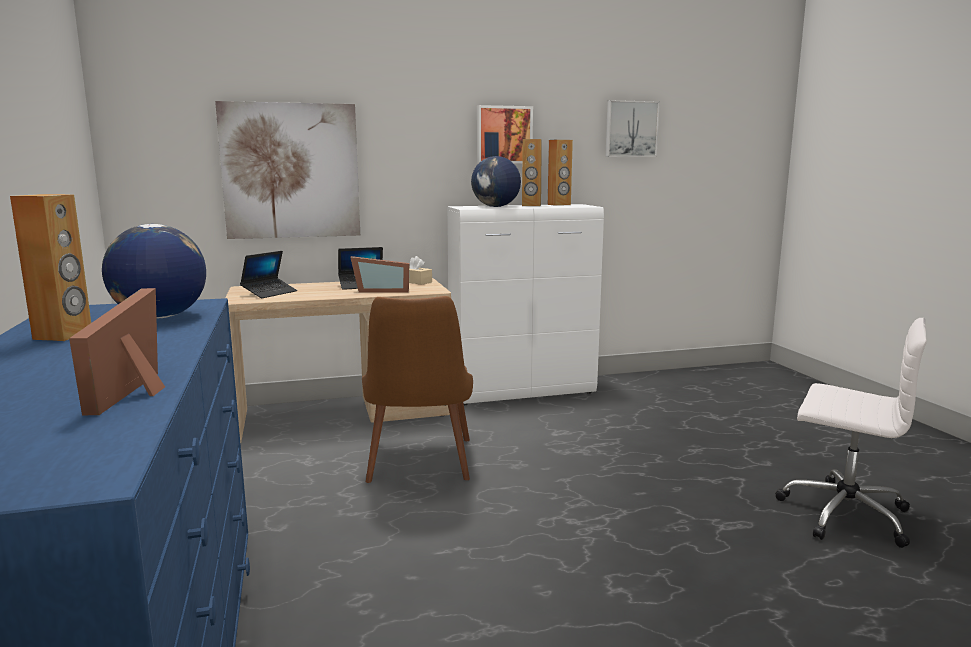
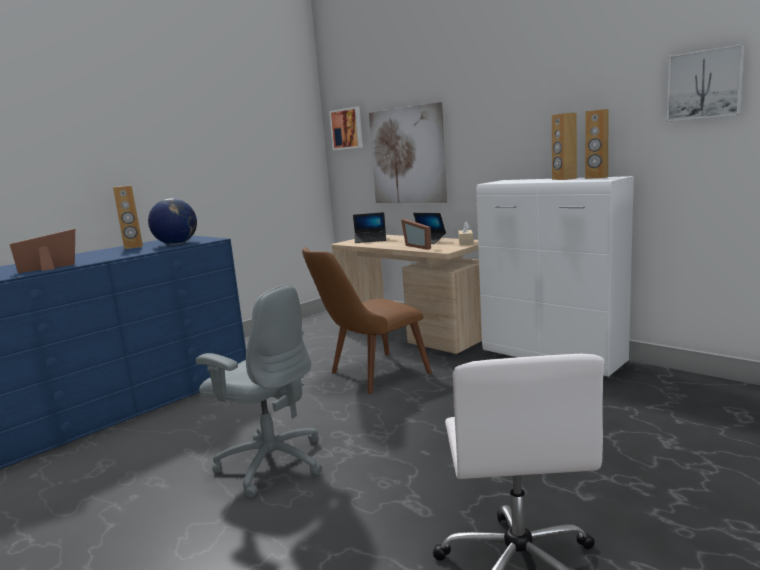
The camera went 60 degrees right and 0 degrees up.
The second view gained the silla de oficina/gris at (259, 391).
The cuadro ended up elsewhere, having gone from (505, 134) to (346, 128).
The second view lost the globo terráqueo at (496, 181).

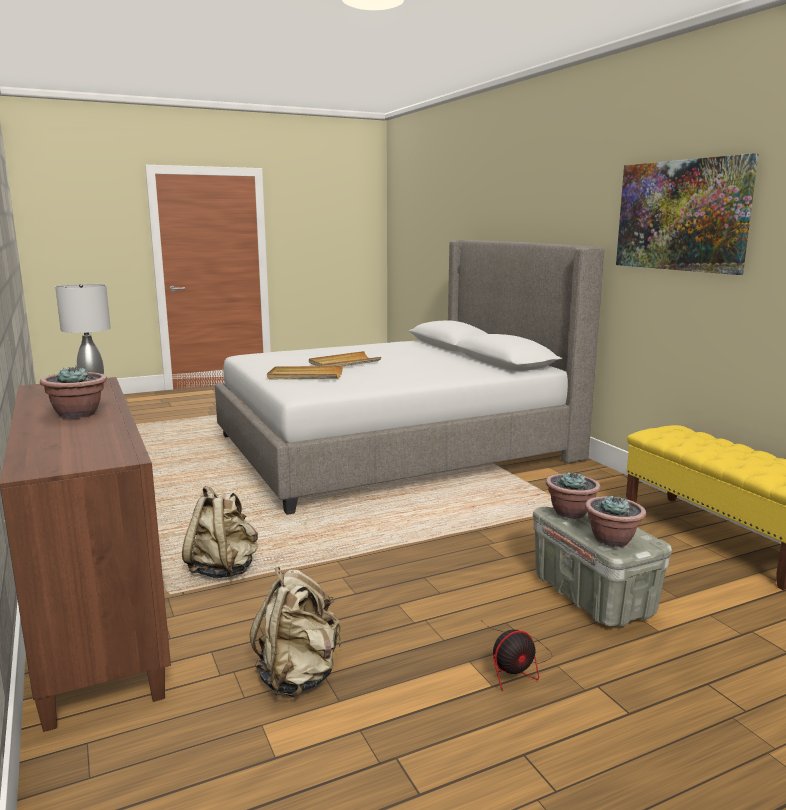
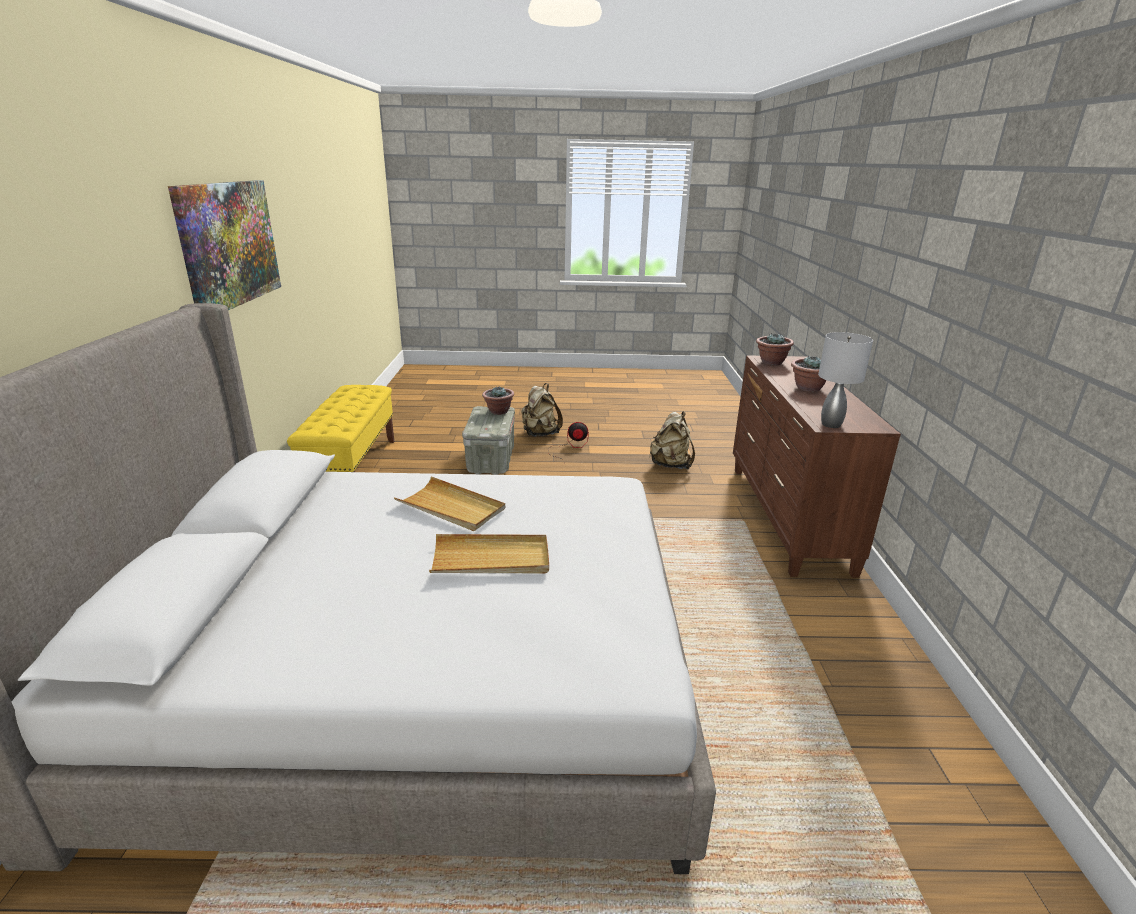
The camera went 155 degrees left and 10 degrees up.
The bandeja/beis ended up elsewhere, having gone from (305, 372) to (449, 503).
The mochila/beis ended up elsewhere, having gone from (220, 532) to (542, 410).
The planta en maceta ended up elsewhere, having gone from (573, 495) to (775, 349).

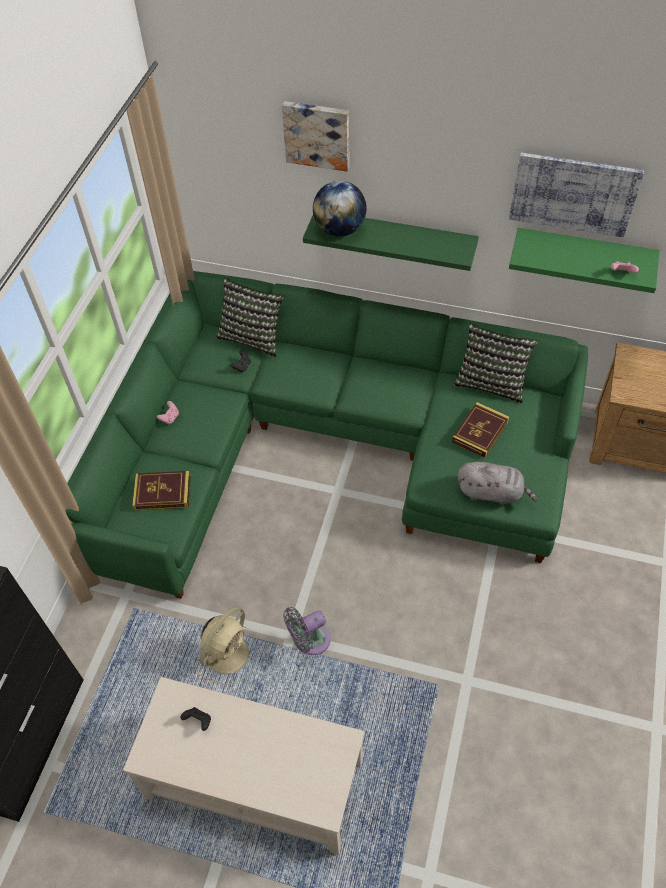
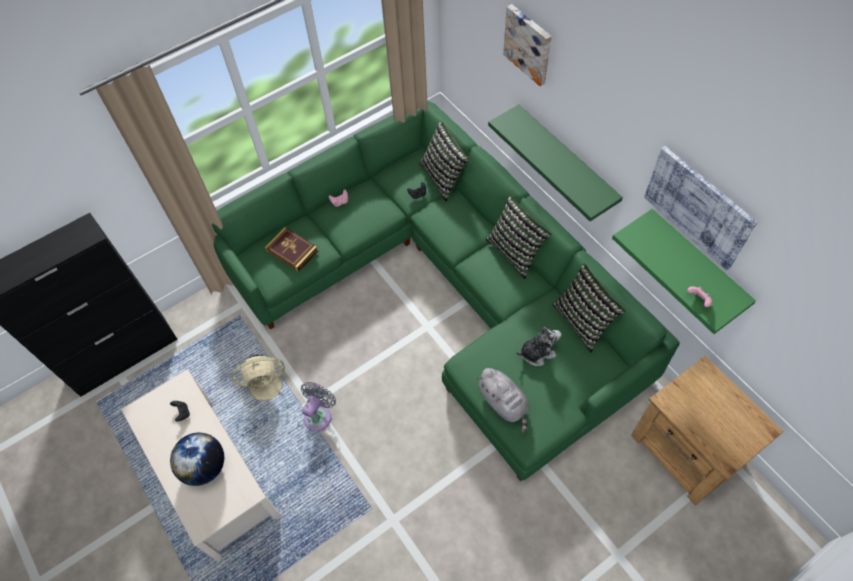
The camera went 40 degrees right and 5 degrees up.
The globo terráqueo ended up elsewhere, having gone from (340, 209) to (197, 459).
The ventilador/gris at (307, 631) ended up facing another way, 105 degrees clockwise from before.
The second view gained the cojín at (519, 237).
Where the libro stood at (480, 430), the peluche came to stand at (538, 346).

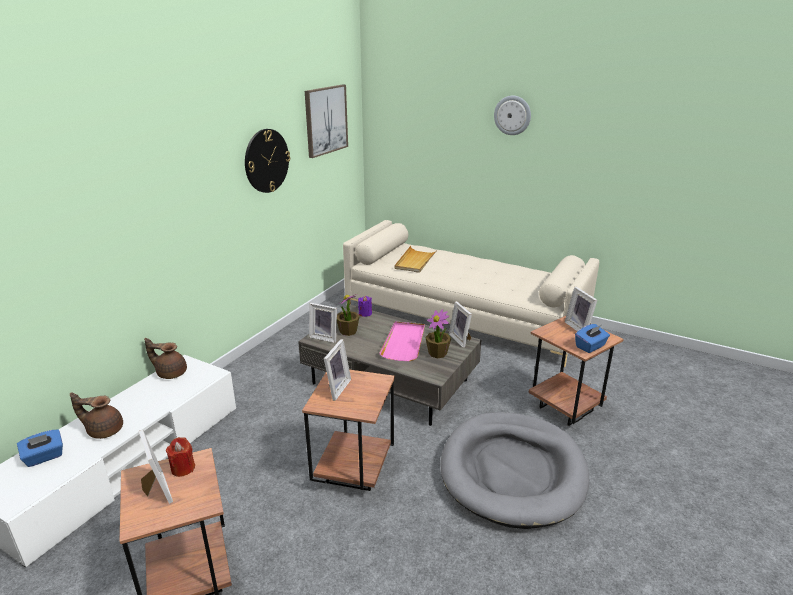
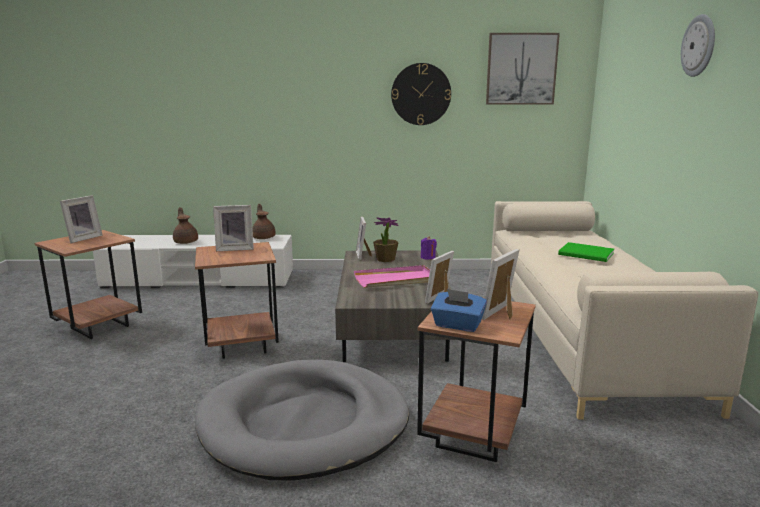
The camera went 60 degrees right and 10 degrees down.
The second view gained the libro/verde at (586, 252).
The second view lost the caja de pañuelos/azul at (40, 448).
The second view lost the vela/rojo at (180, 457).
The second view lost the bandeja/beis at (416, 259).
The second view lost the planta en maceta at (438, 333).

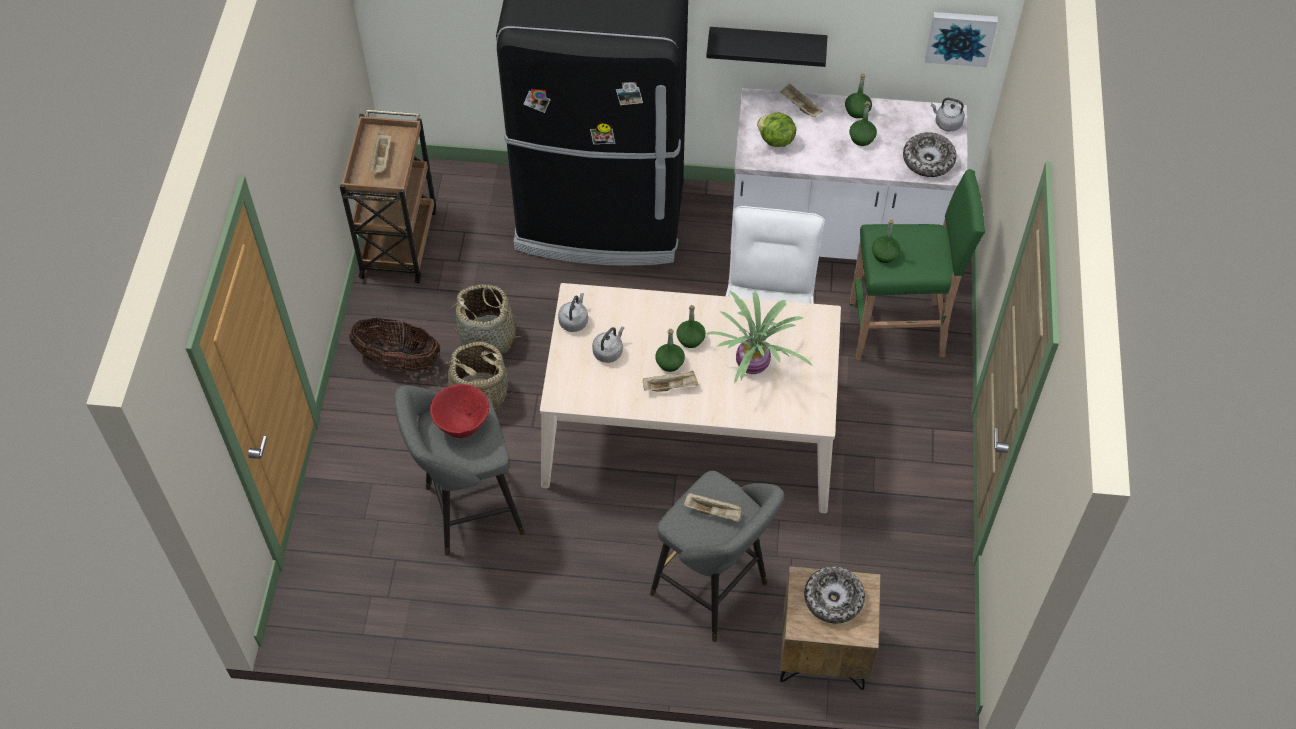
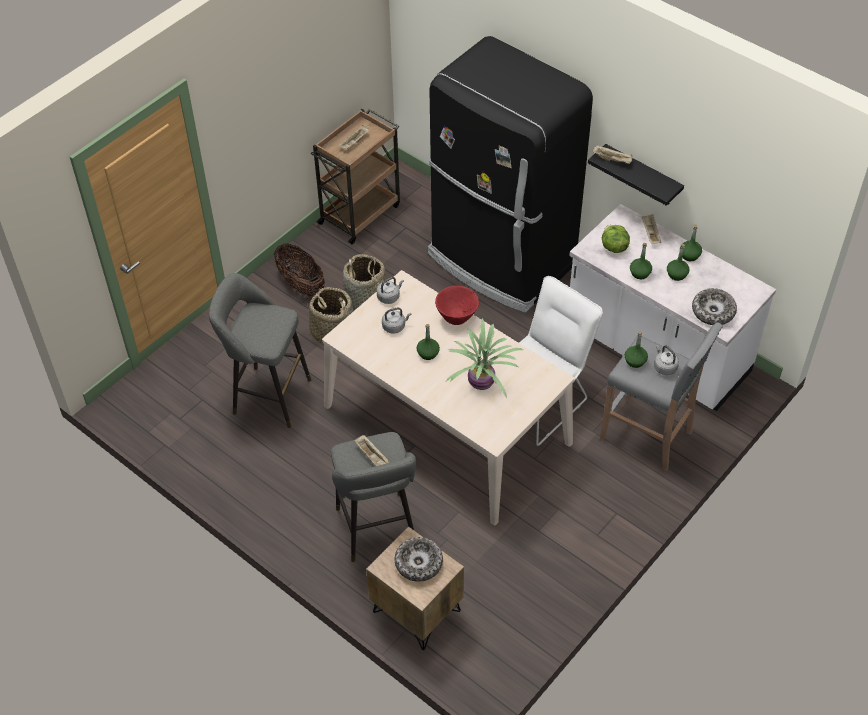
The camera went 35 degrees right and 5 degrees down.
The cuenco/rojo ended up elsewhere, having gone from (460, 411) to (457, 305).
The bandeja/beis ended up elsewhere, having gone from (670, 381) to (612, 154).
What was the taburete/verde at (917, 264) turned into the taburete/gris at (661, 397).
The botella/verde ended up elsewhere, having gone from (691, 326) to (641, 261).
The hervidor/gris ended up elsewhere, having gone from (948, 114) to (666, 360).
The second view lost the cuadro at (961, 39).

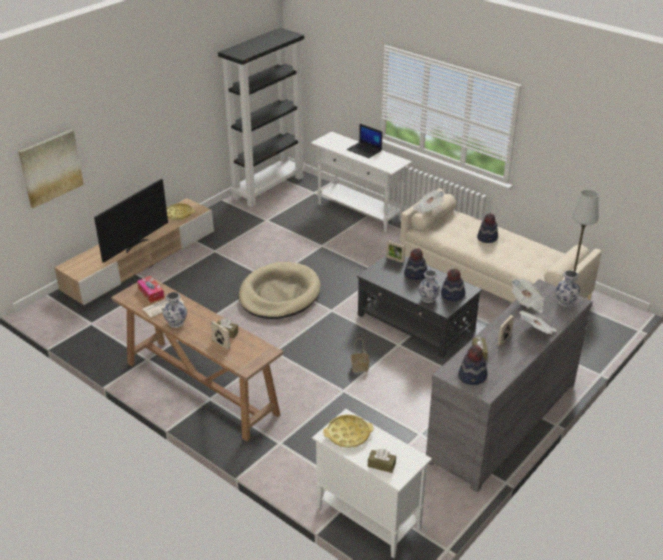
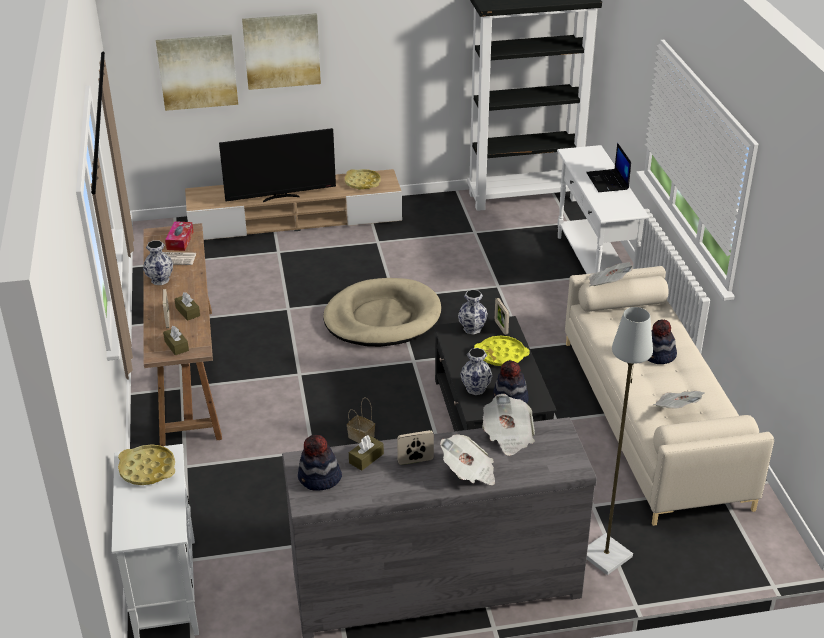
The camera went 40 degrees right and 0 degrees up.
The caja de pañuelos/marrón ended up elsewhere, having gone from (382, 461) to (176, 340).
The second view gained the cuadro at (281, 51).
The florero ended up elsewhere, having gone from (567, 288) to (473, 312).
Where the sombrero stood at (415, 264), the bandeja/amarillo came to stand at (502, 351).
The second view gained the periódico at (679, 400).

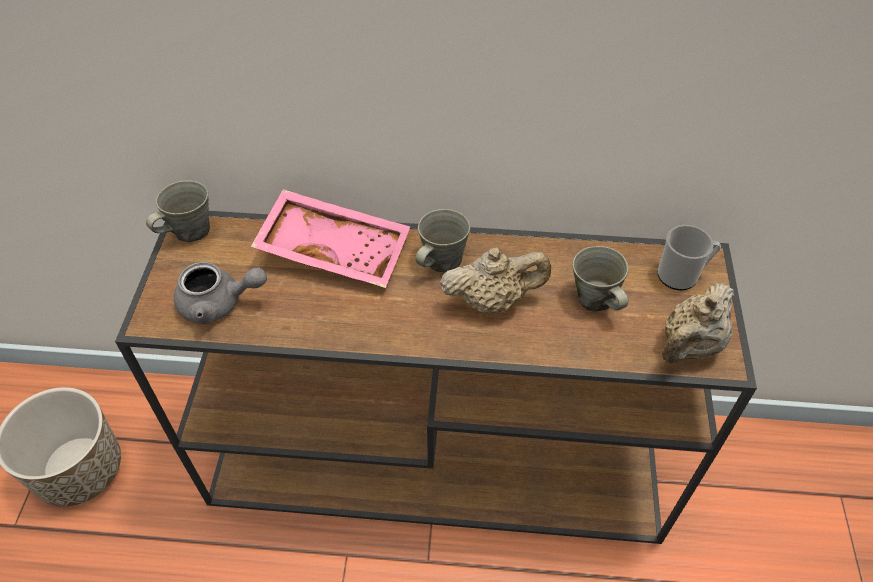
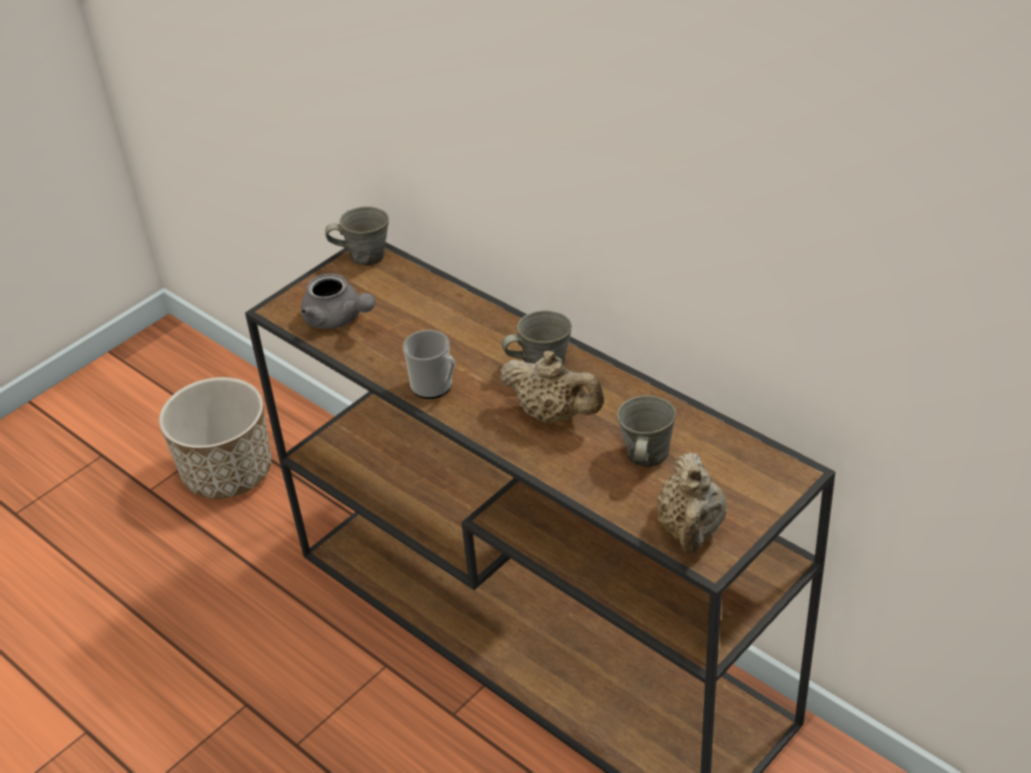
The camera went 40 degrees right and 10 degrees down.
The taza grande ended up elsewhere, having gone from (689, 257) to (429, 364).
The tetera/beis at (698, 323) ended up facing another way, 75 degrees counterclockwise from before.
The second view lost the bandeja/rosa at (330, 238).

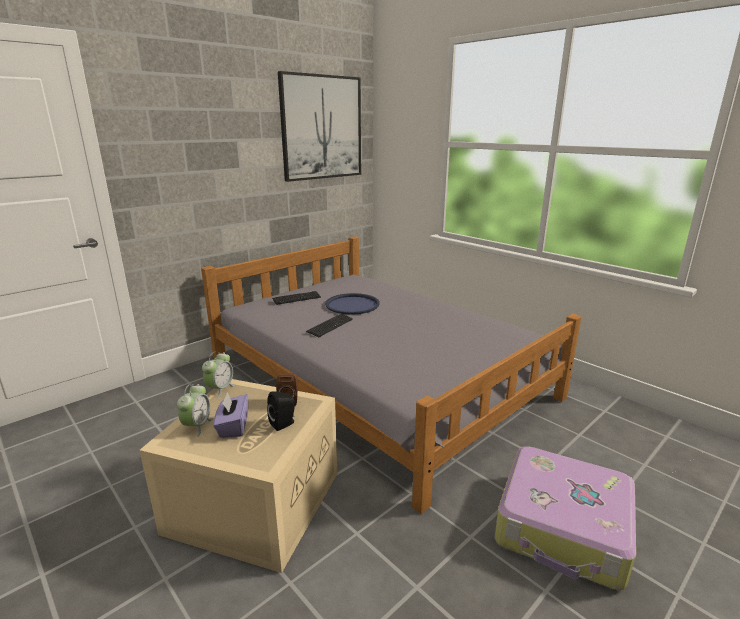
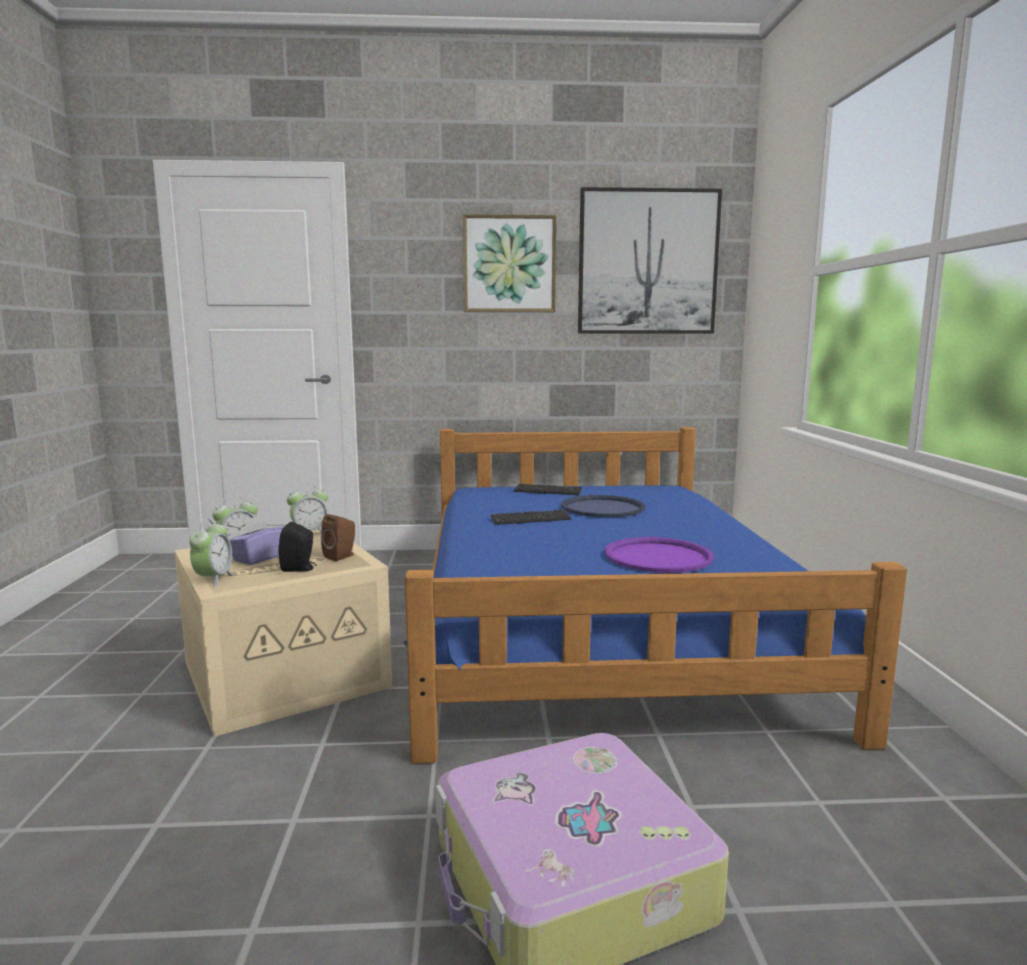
The camera went 40 degrees right and 10 degrees down.
The second view gained the despertador at (212, 553).
What was the cama/gris at (391, 375) turned into the cama/azul at (655, 595).
The second view gained the cuadro at (509, 263).
The second view gained the bandeja/morado at (659, 555).

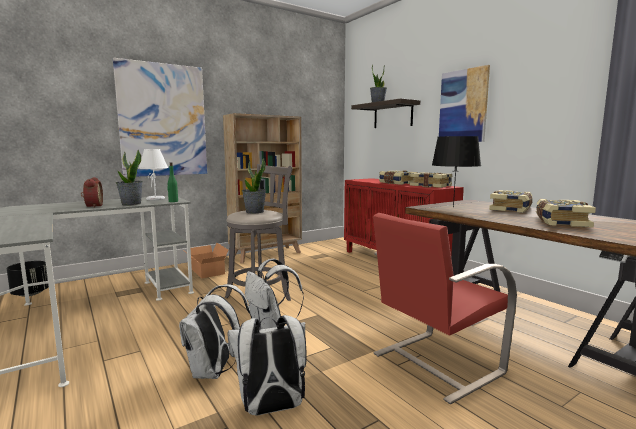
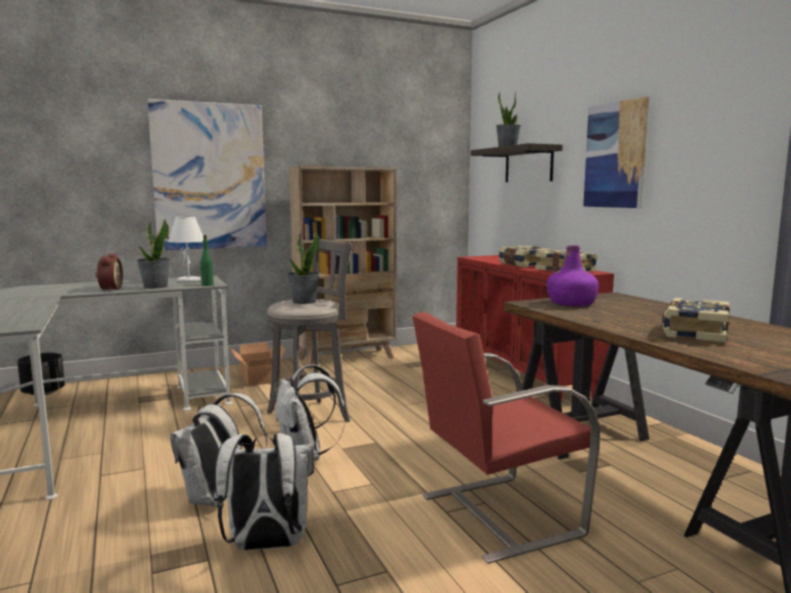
The camera went 10 degrees right and 0 degrees up.
Where the lámpara de mesa/negro stood at (456, 171), the botella/morado came to stand at (572, 275).
The second view lost the libro at (511, 201).

